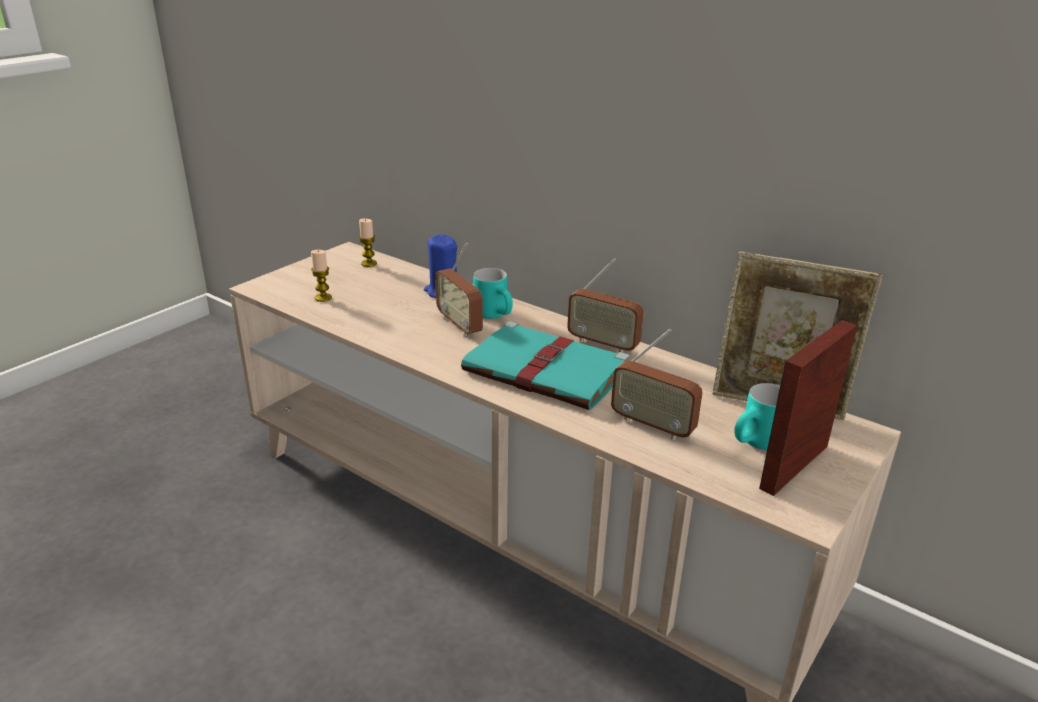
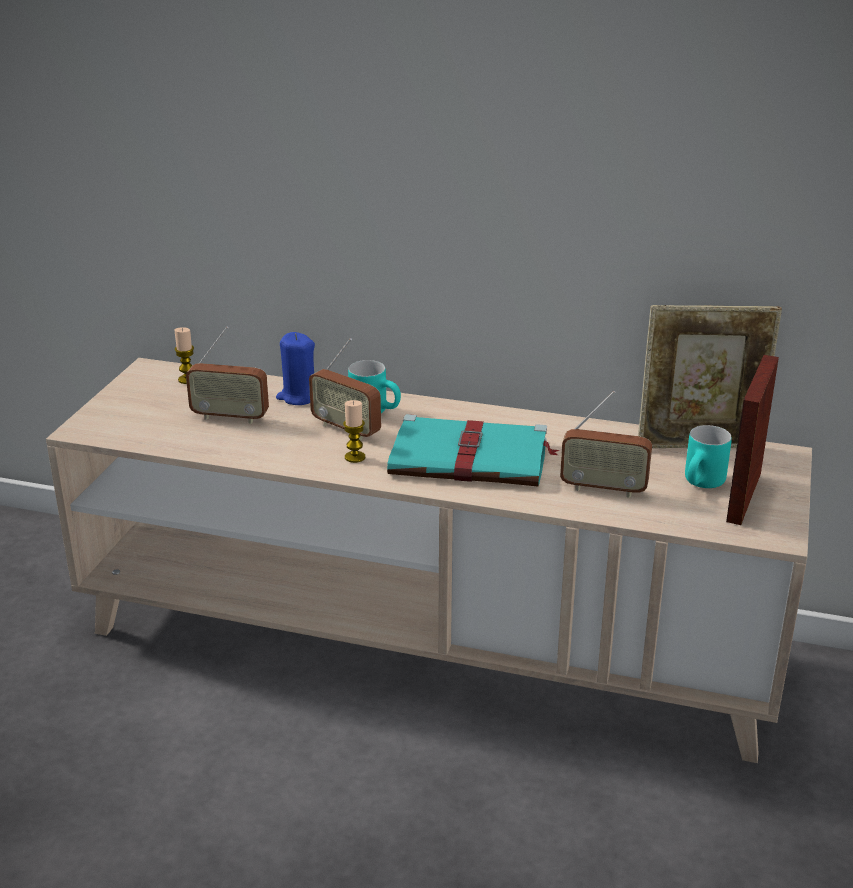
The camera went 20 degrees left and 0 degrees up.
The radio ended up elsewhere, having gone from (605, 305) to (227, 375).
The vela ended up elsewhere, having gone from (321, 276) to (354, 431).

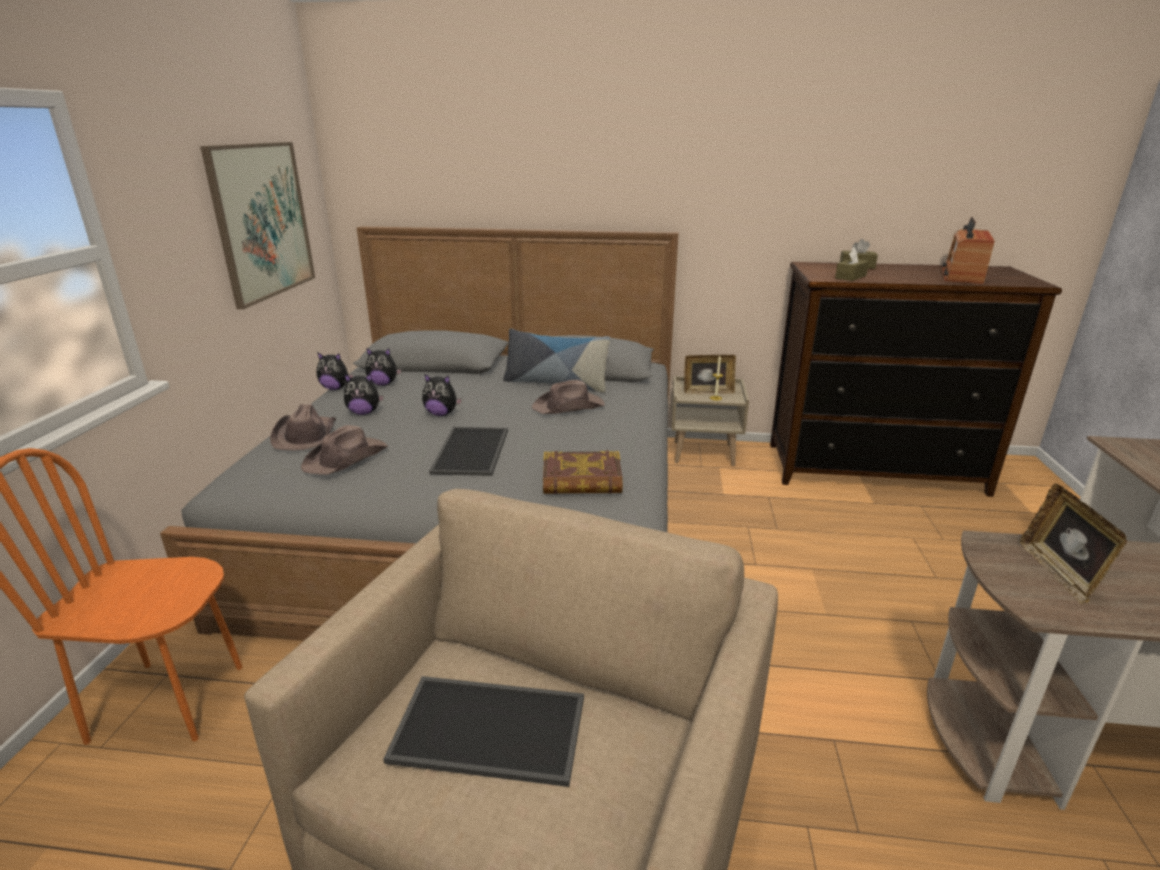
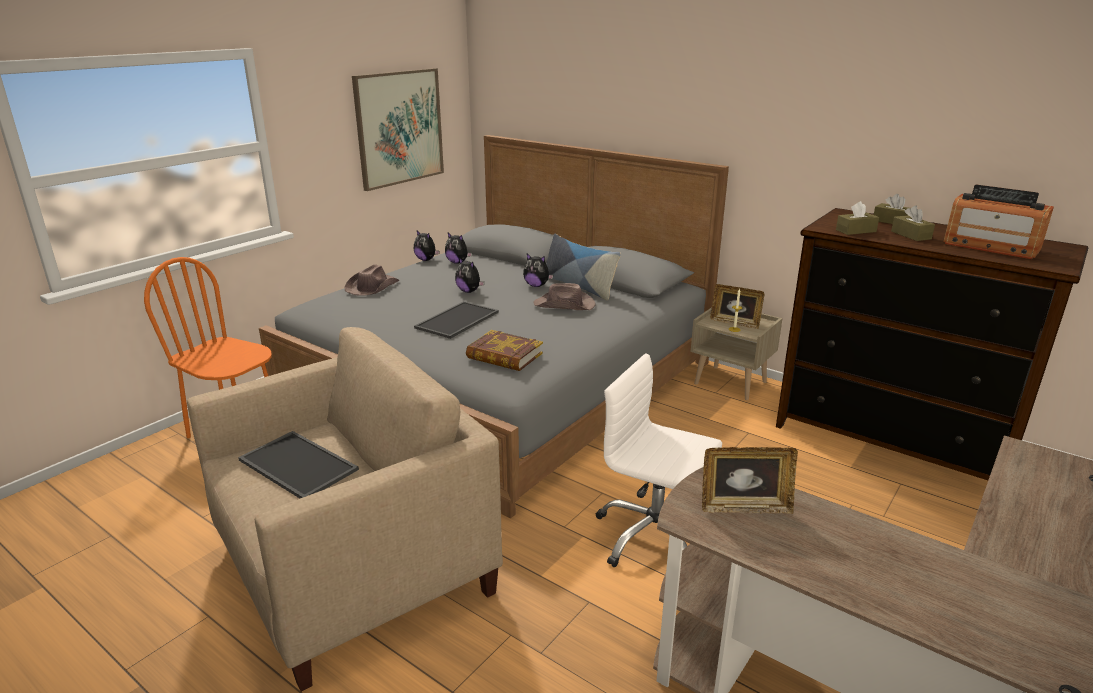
The camera went 30 degrees right and 0 degrees up.
The peluche ended up elsewhere, having gone from (364, 394) to (538, 270).
The second view gained the silla de oficina/blanco at (659, 460).
The portarretratos at (1073, 544) ended up facing another way, 120 degrees counterclockwise from before.
The second view gained the caja de pañuelos/marrón at (913, 223).
The radio at (968, 250) ended up facing another way, 105 degrees counterclockwise from before.
The second view lost the sombrero/marrón at (344, 450).

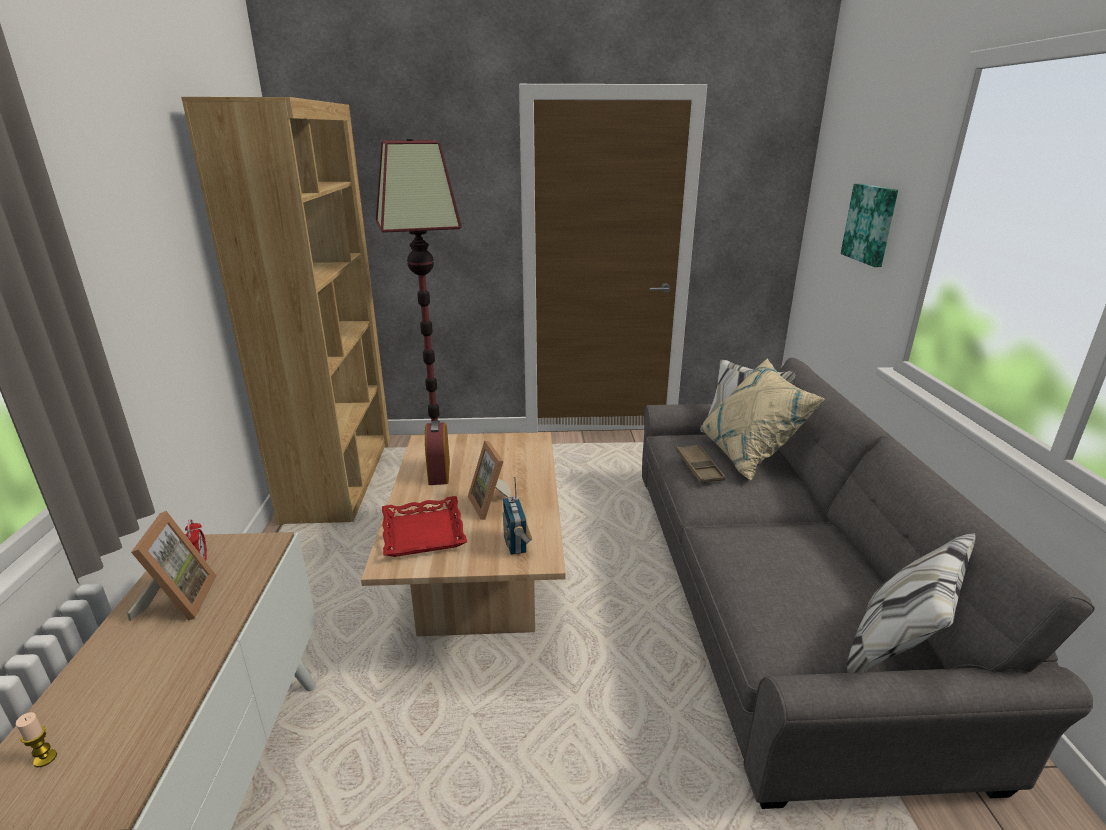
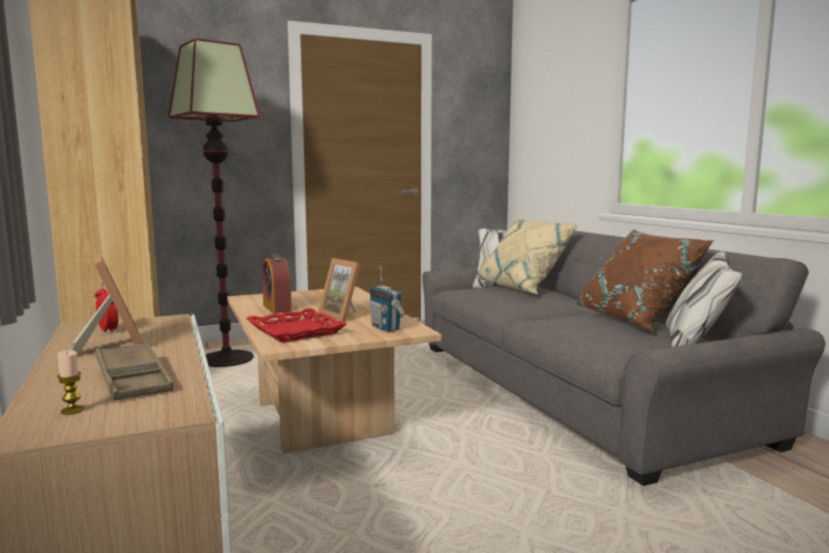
The camera went 20 degrees left and 15 degrees down.
The bandeja/marrón ended up elsewhere, having gone from (700, 463) to (134, 371).
The second view gained the cojín/marrón at (645, 280).
The second view lost the cuadro at (869, 225).

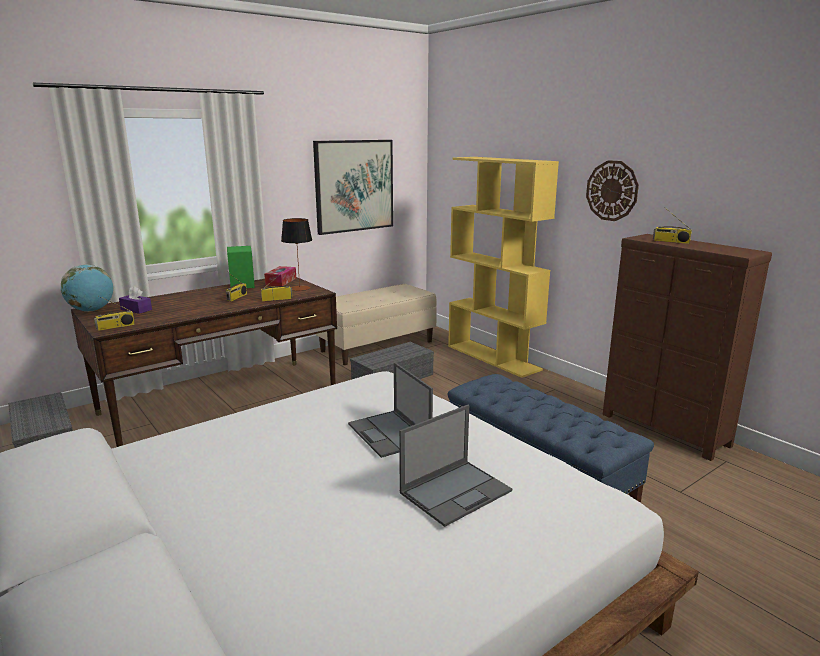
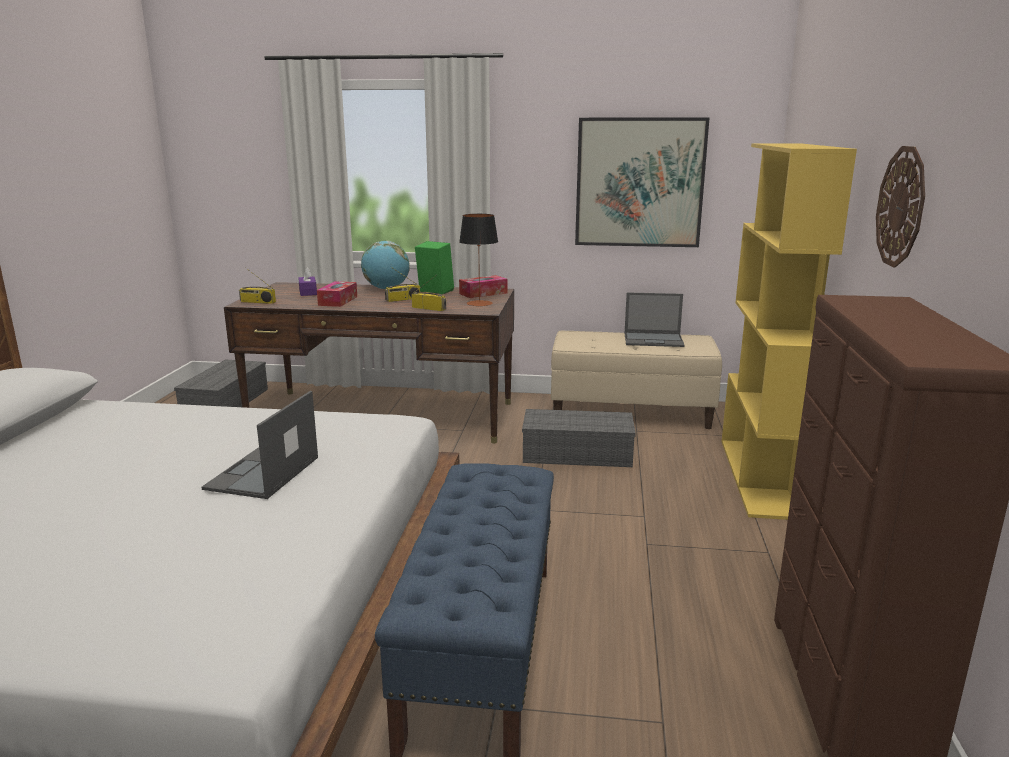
The camera went 45 degrees right and 0 degrees up.
The second view gained the caja de pañuelos at (337, 294).
The globo terráqueo ended up elsewhere, having gone from (87, 288) to (385, 265).
The portátil ended up elsewhere, having gone from (455, 466) to (654, 319).
The second view lost the radio at (672, 227).

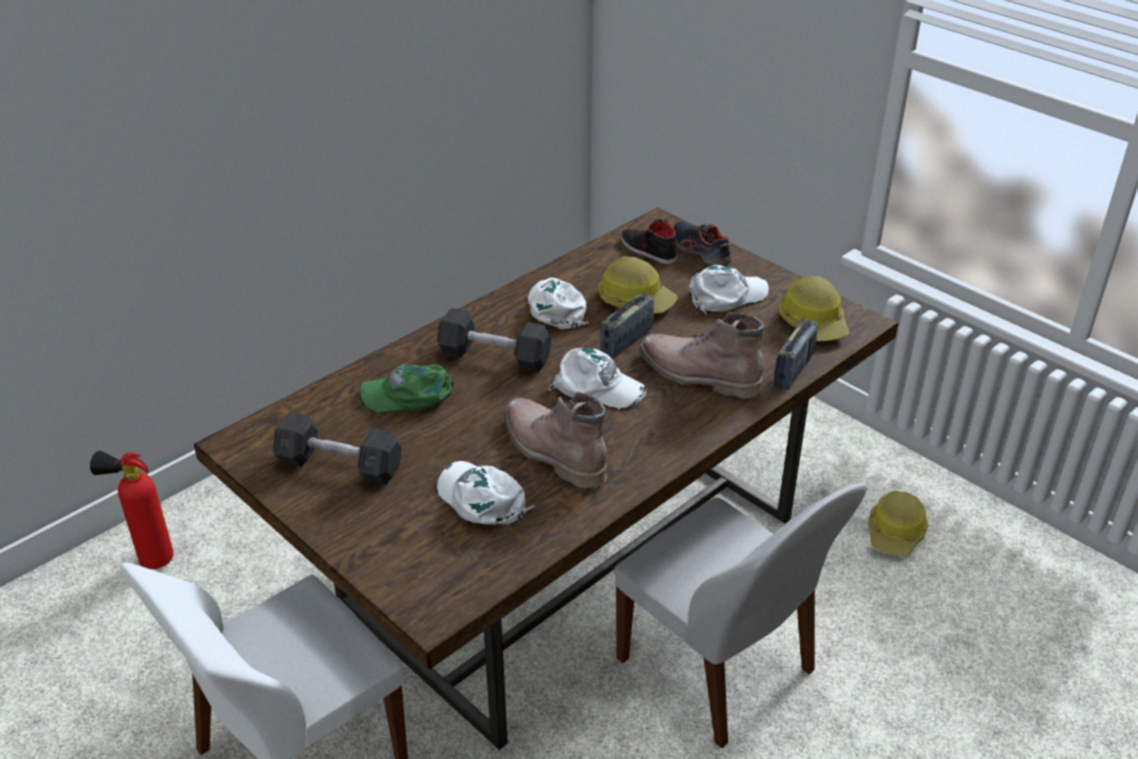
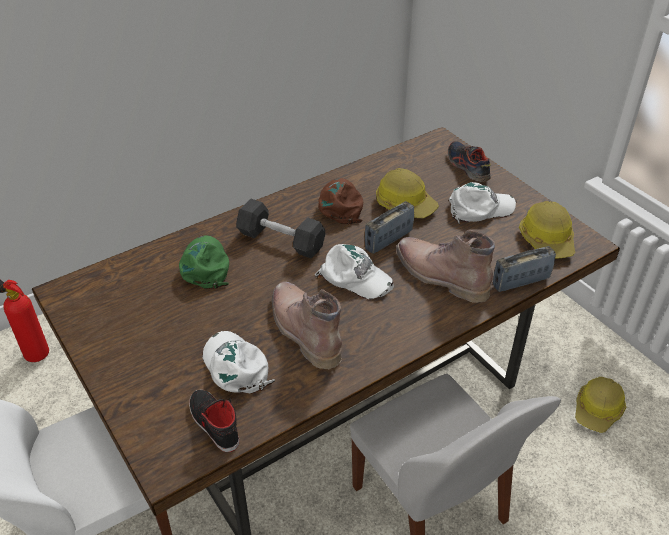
The camera went 10 degrees right and 5 degrees up.
The gorra/verde at (406, 388) ended up facing another way, 75 degrees clockwise from before.
The zapato/negro ended up elsewhere, having gone from (649, 242) to (214, 421).
What was the gorra/blanco at (558, 304) turned into the gorra/marrón at (340, 201).
The radio at (796, 354) ended up facing another way, 150 degrees counterclockwise from before.
The second view lost the mancuerna/gris at (337, 448).

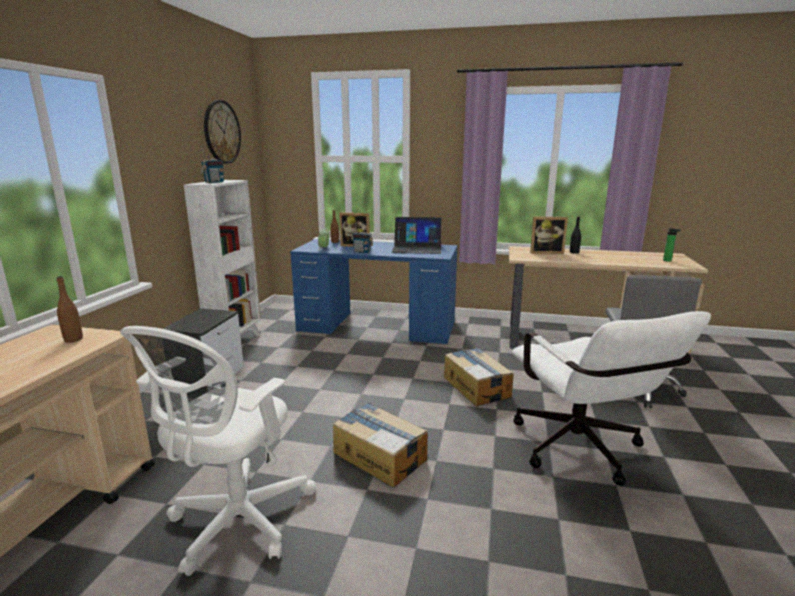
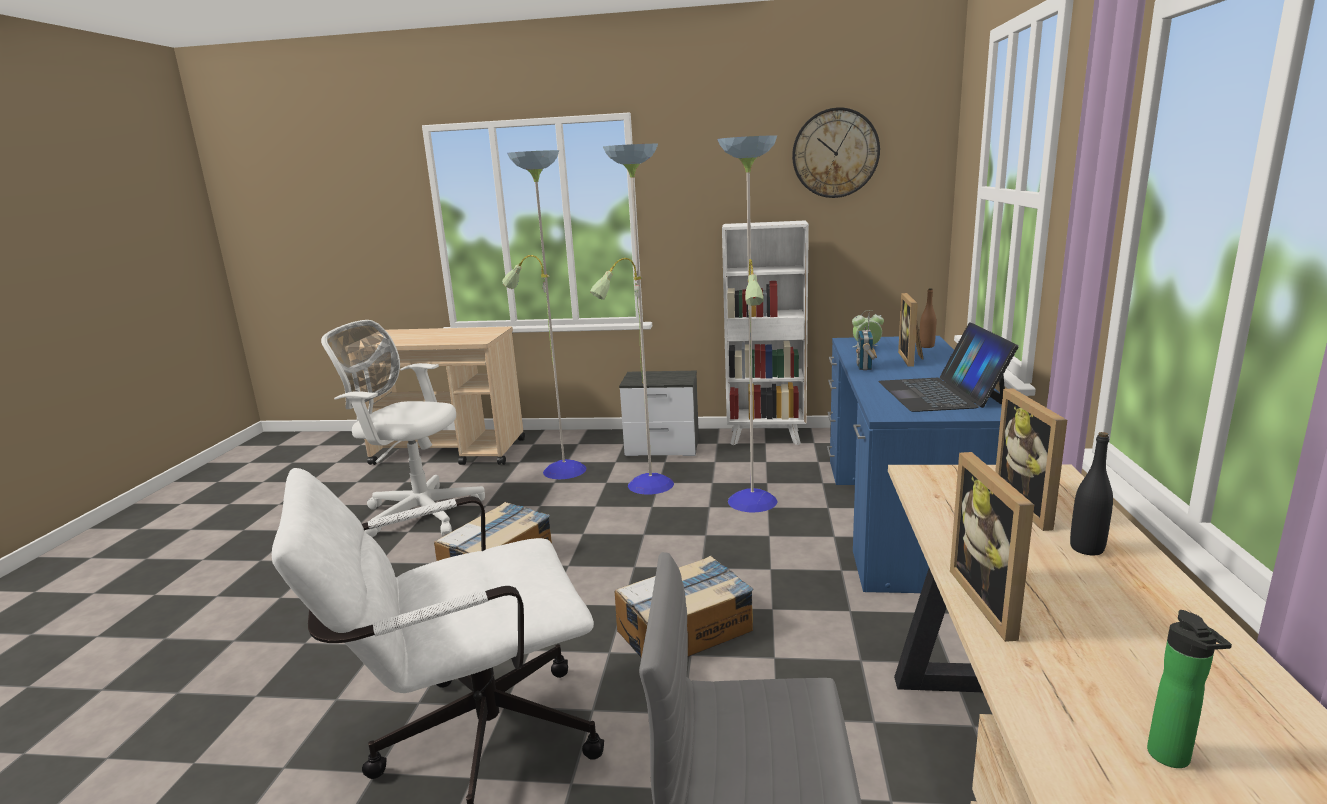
The camera went 85 degrees right and 0 degrees up.
The second view gained the lámpara de pie at (639, 323).
The second view gained the portarretratos at (992, 547).
The second view lost the botella/marrón at (70, 309).
The second view lost the radio at (212, 165).

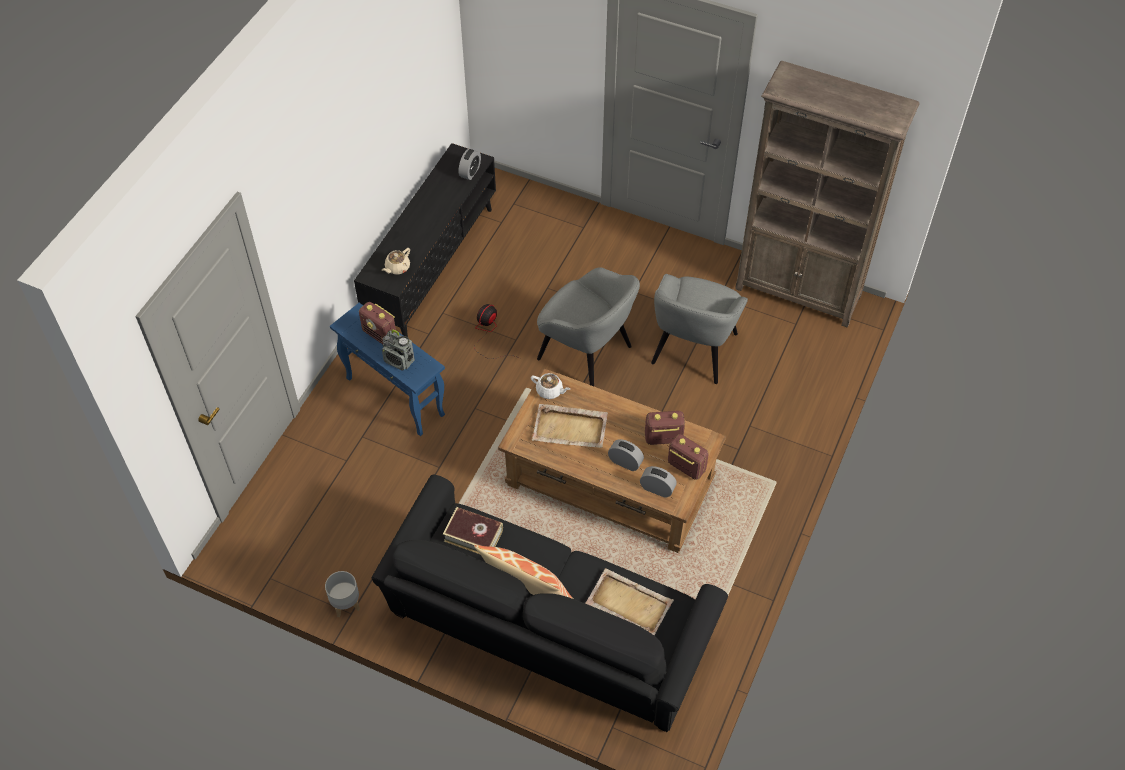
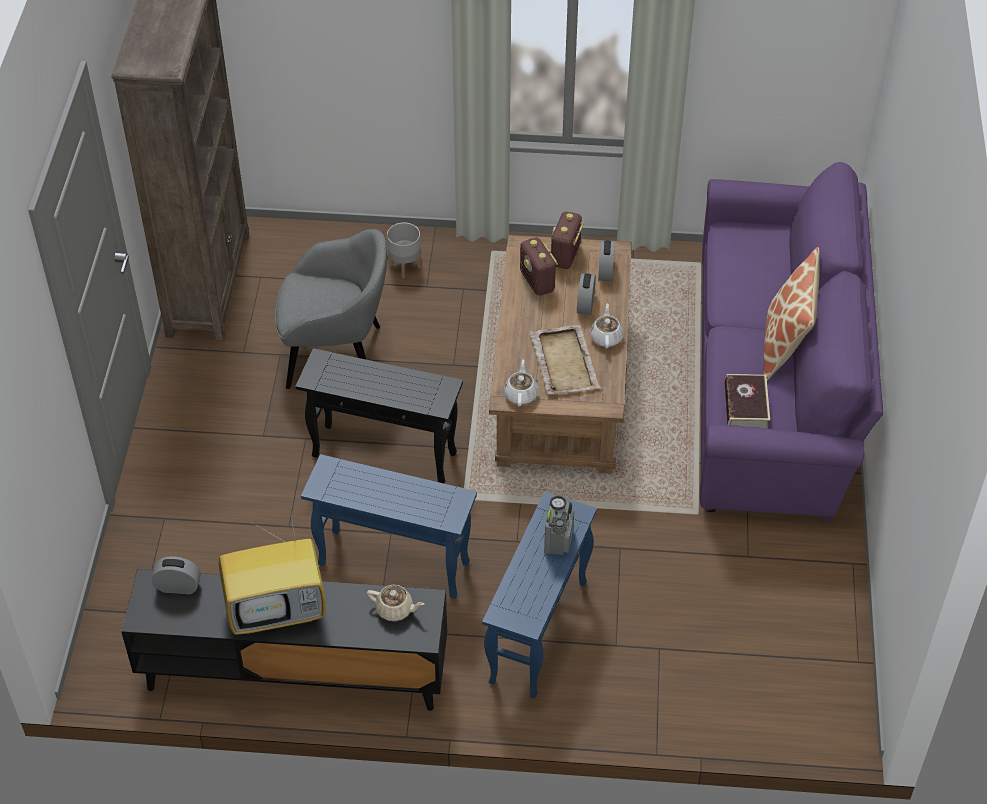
The camera went 110 degrees left and 5 degrees down.
The second view gained the televisor at (272, 572).
Where the sillón/gris stood at (588, 326), the mesa auxiliar/negro came to stand at (379, 416).
Where the ventilador stood at (498, 332), the mesa auxiliar/azul came to stand at (389, 526).
The maceta/gris ended up elsewhere, having gone from (342, 594) to (404, 250).
The second view gained the tetera/blanco at (606, 326).
What was the sofá/negro at (550, 603) turned into the sofá/morado at (791, 341).
The second view lost the radio at (377, 323).
The second view lost the bandeja/beis at (629, 601).

